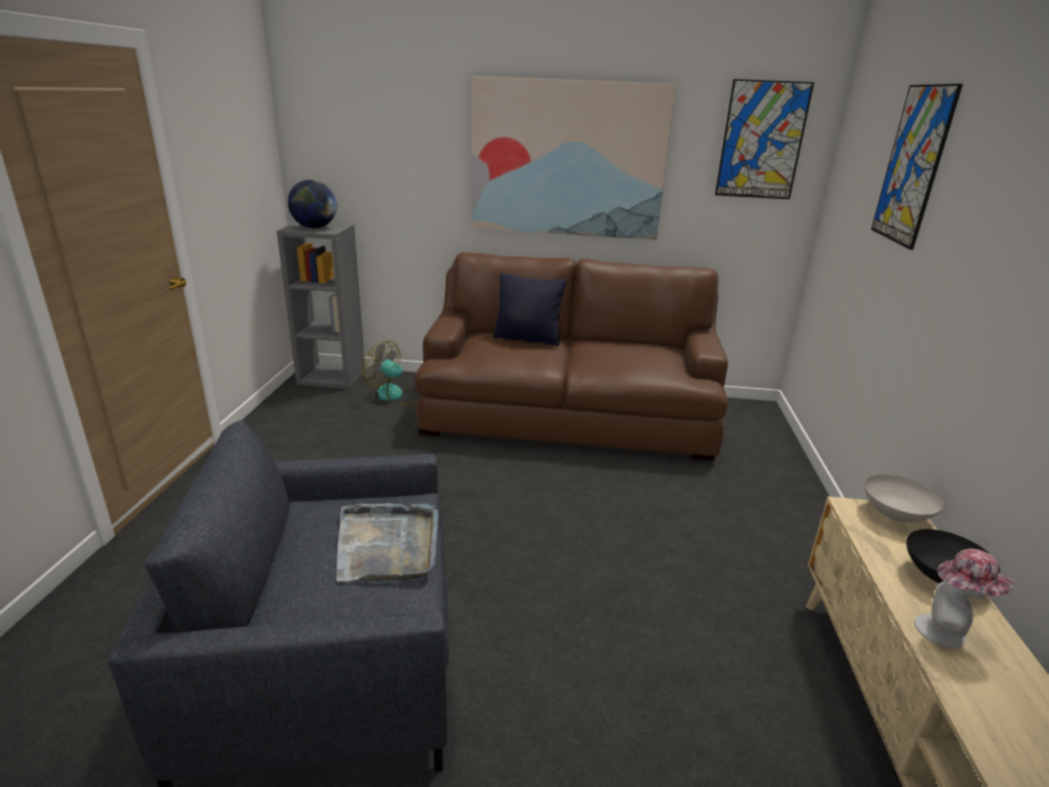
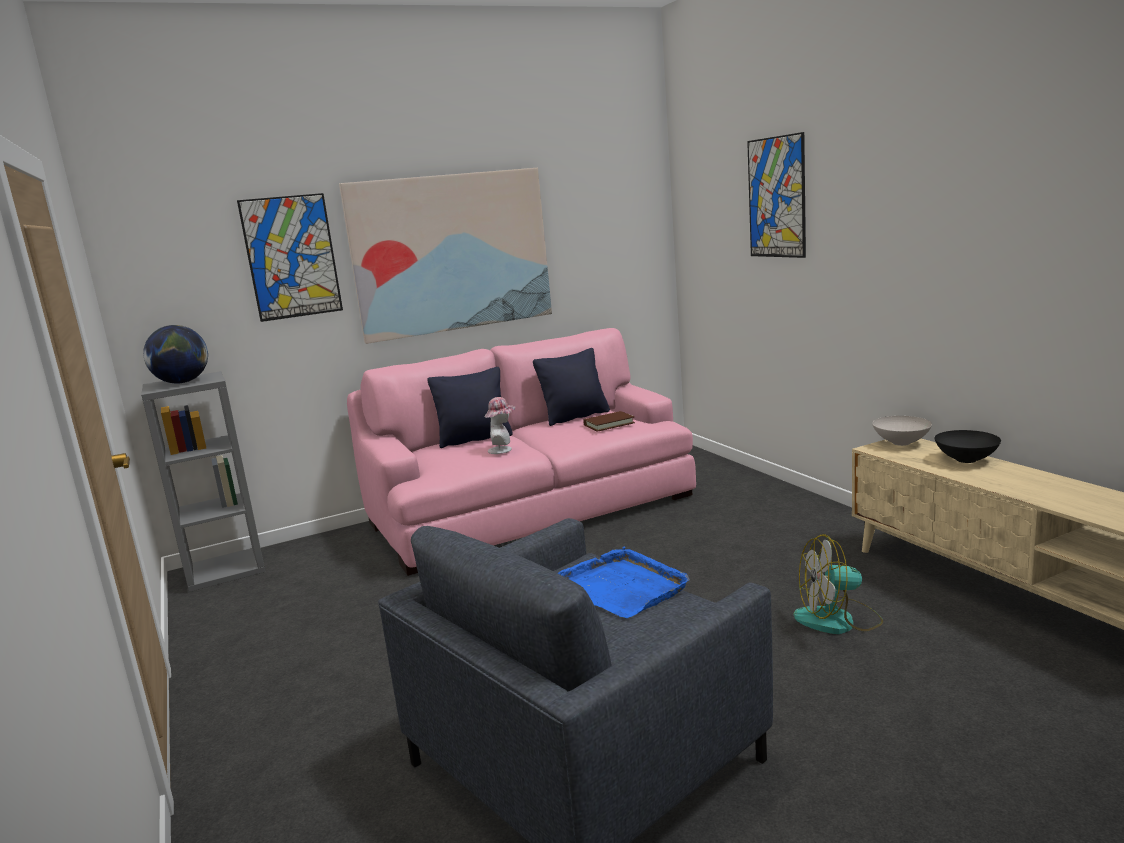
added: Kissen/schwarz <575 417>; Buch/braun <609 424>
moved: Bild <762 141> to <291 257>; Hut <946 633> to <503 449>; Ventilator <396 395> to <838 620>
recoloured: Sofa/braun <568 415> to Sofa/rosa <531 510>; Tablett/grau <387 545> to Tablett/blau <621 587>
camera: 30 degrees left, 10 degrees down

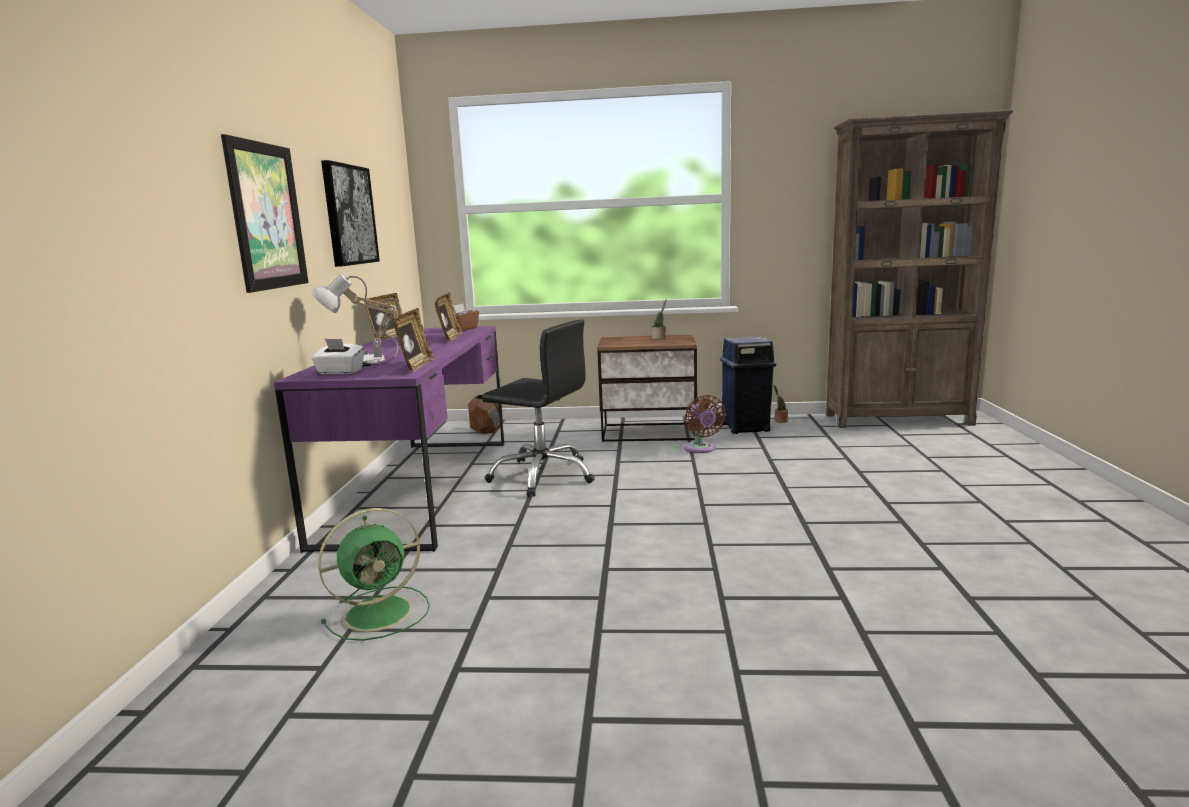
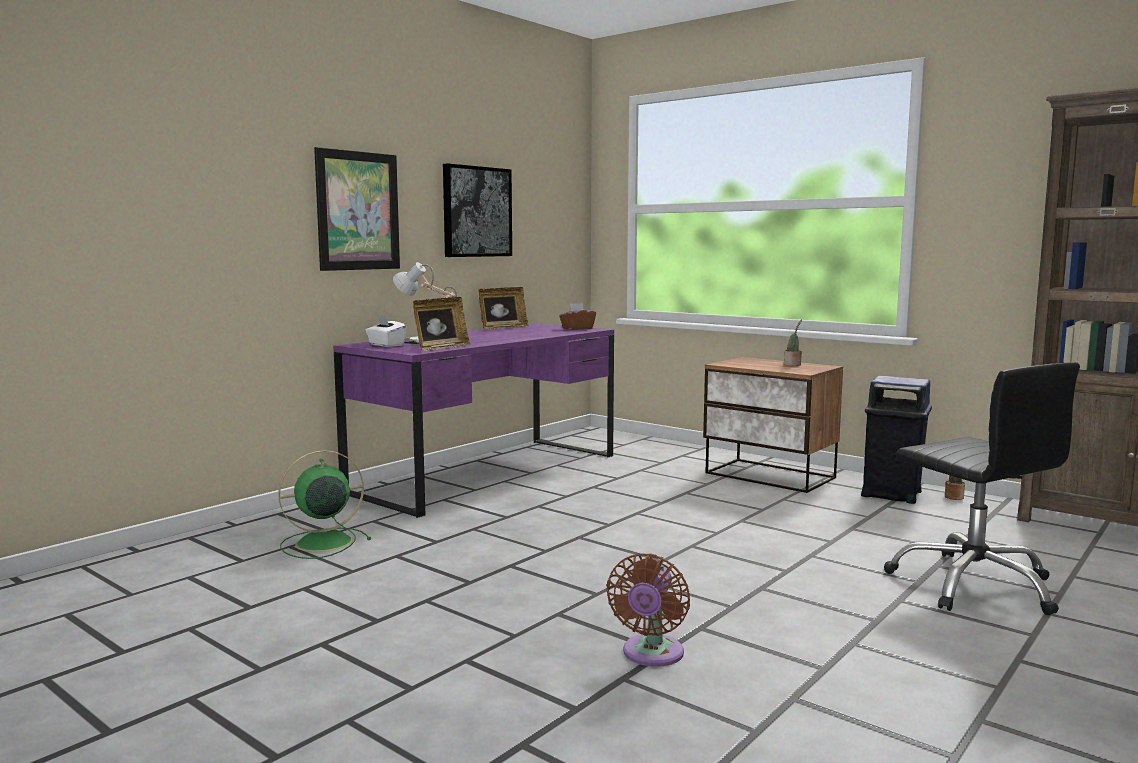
removed: Bilderrahmen <450 338>; Pflanzkübel/braun <487 431>
moved: Ventilator/braun <701 449> to <651 655>; Bürostuhl/schwarz <543 476> to <974 584>
turned: Ventilator/grün <381 612> = <321 543> 150 degrees clockwise
camera: 35 degrees right, 5 degrees down

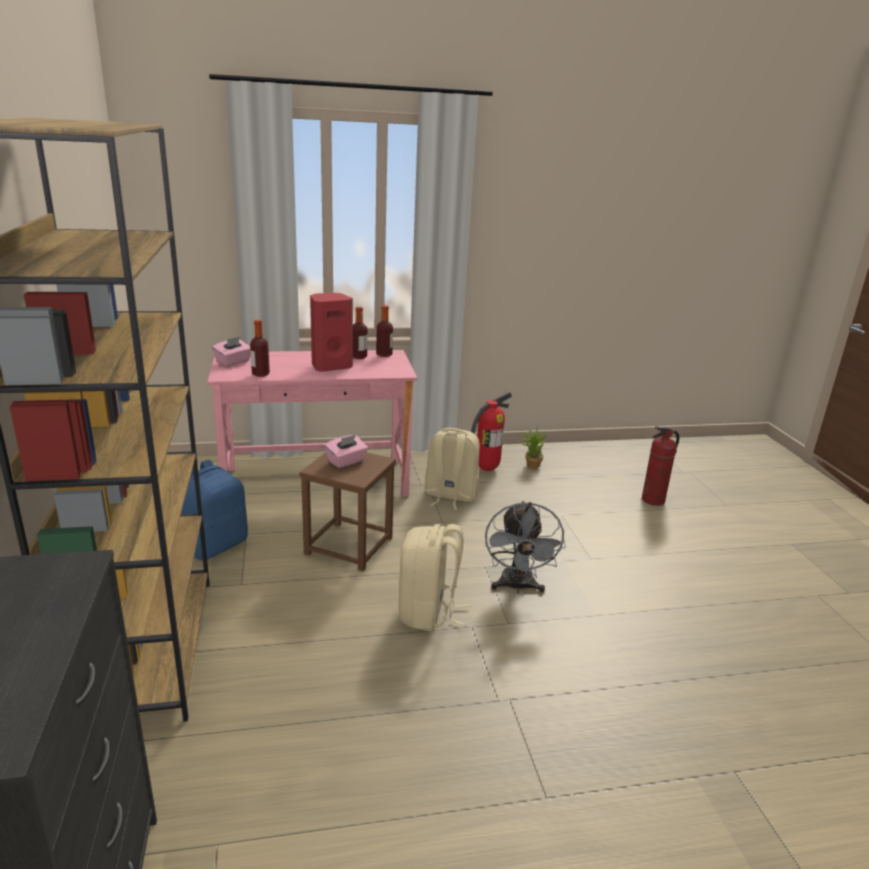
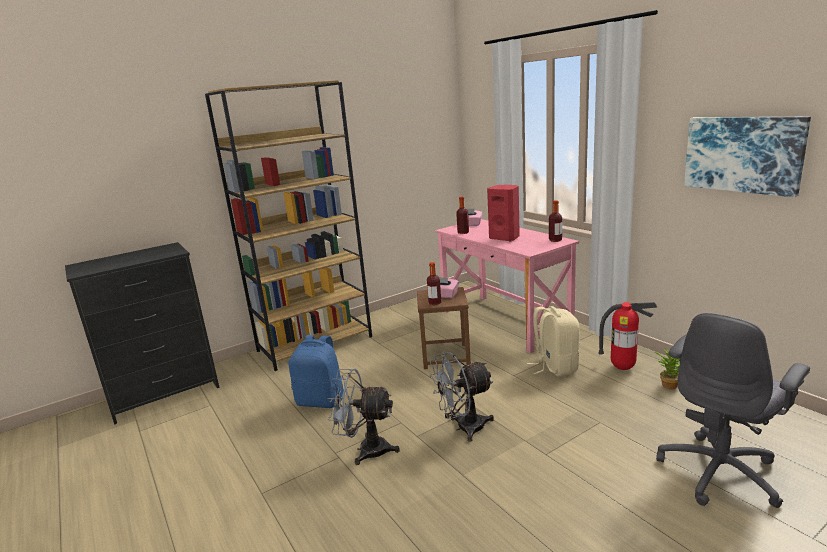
removed: Rucksack/beige <428 612>
added: Ventilator/grau <365 450>; Bild <743 154>
moved: Rucksack/blau <215 545> to <321 401>; Flasche <359 357> to <435 303>
replaced: Feuerlöscher <653 500> to Bürostuhl/grau <720 472>
camera: 70 degrees right, 5 degrees down

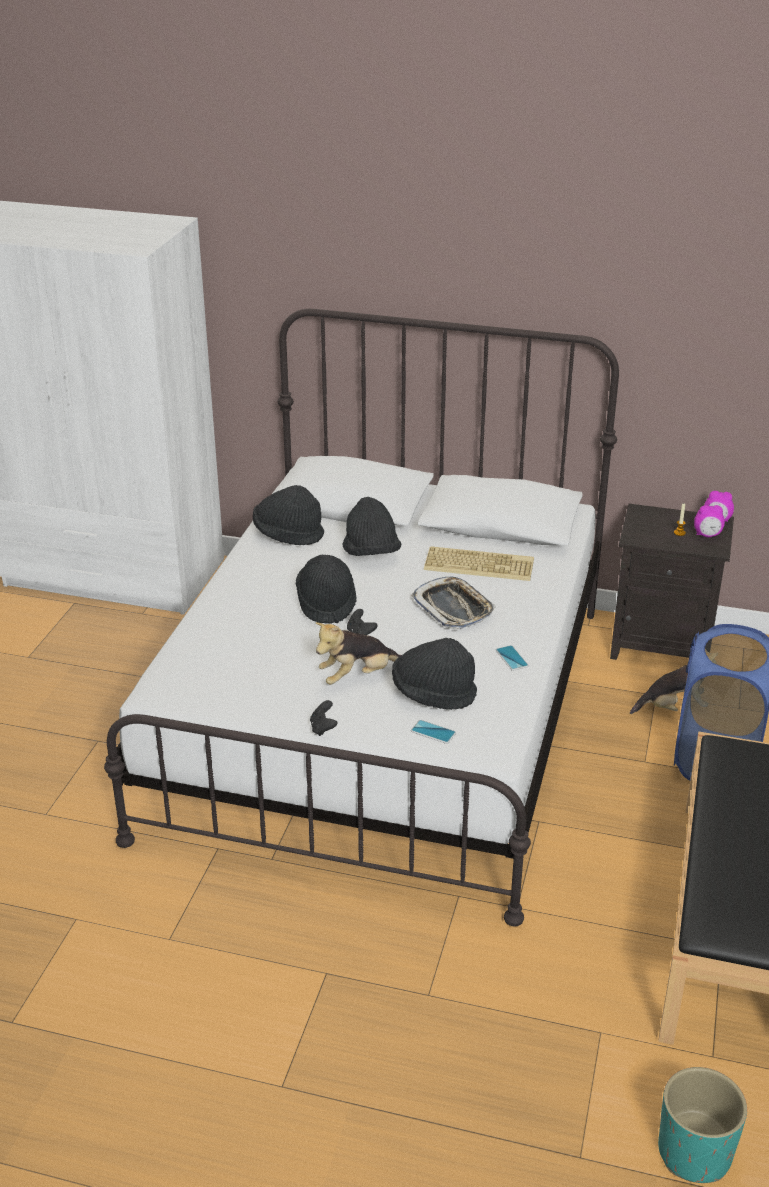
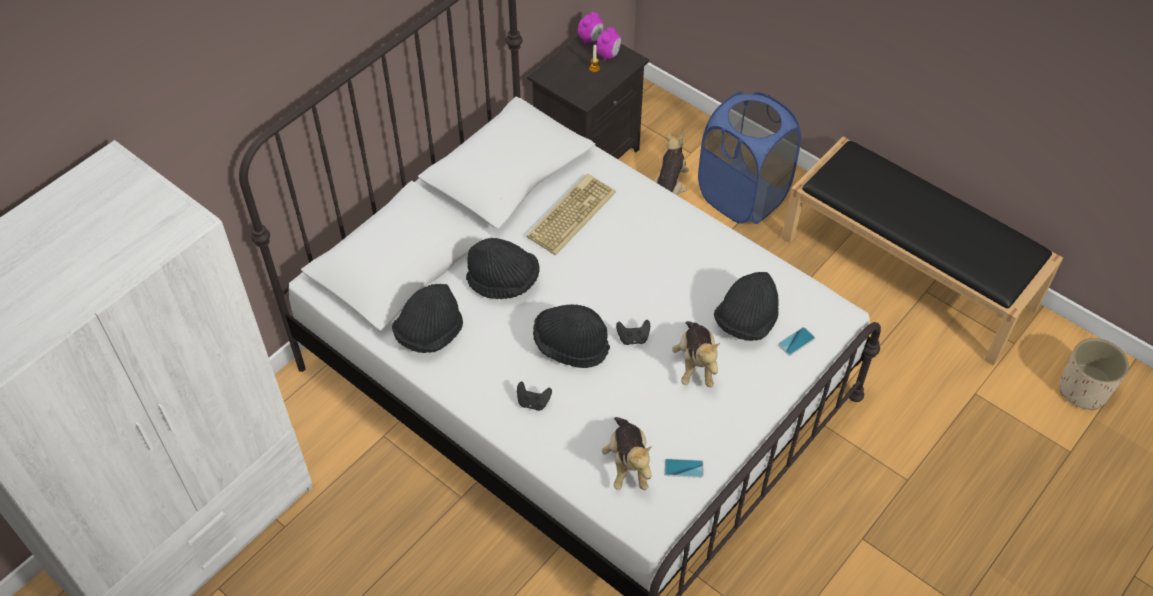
removed: Tablett <453 608>
added: Plüschtier <627 463>
moved: Gamepad/schwarz <323 728> to <533 402>; Handy <511 658> to <683 468>
recoloured: Pflanzkübel/türkis <695 1153> to Pflanzkübel/beige <1083 390>
camera: 65 degrees left, 20 degrees up

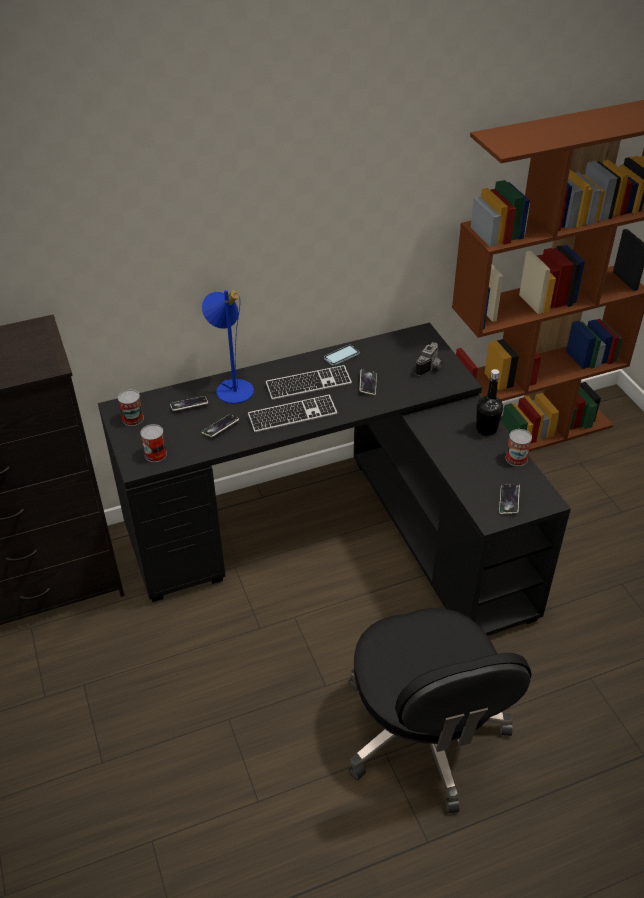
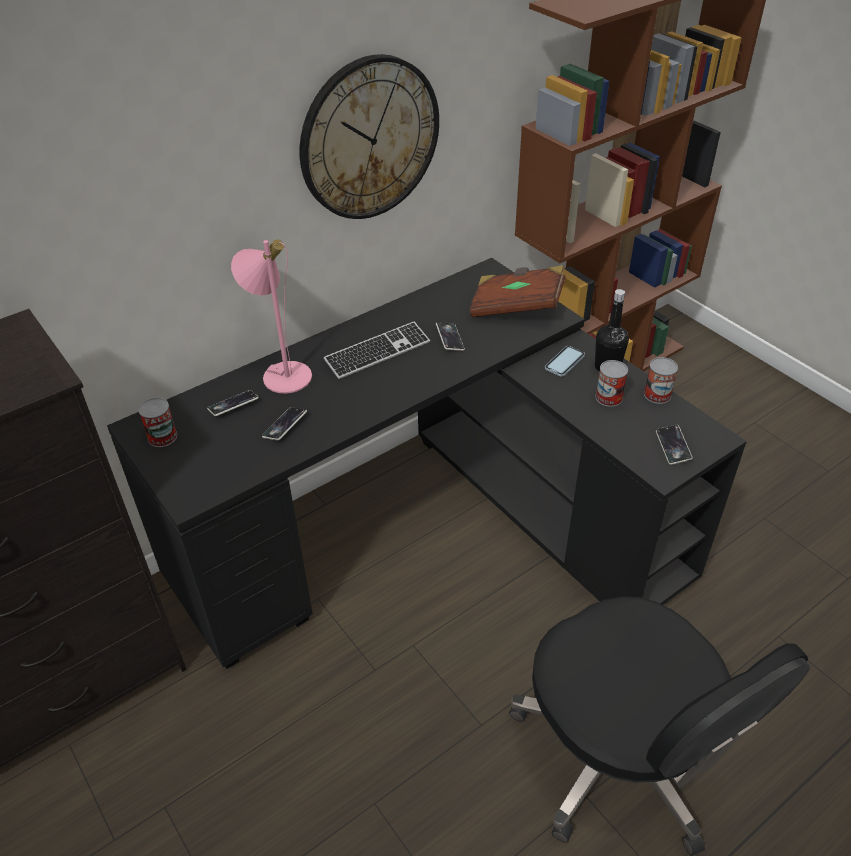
removed: Tastatur <292 415>
added: Wanduhr <369 139>
moved: Handy <341 356> to <564 362>; Dose <155 454> to <609 397>
replaced: Kamera <431 367> to Buch/braun <516 307>
recoloured: Tischlampe/blau <232 387> to Tischlampe/rosa <282 372>
camera: 15 degrees left, 0 degrees up

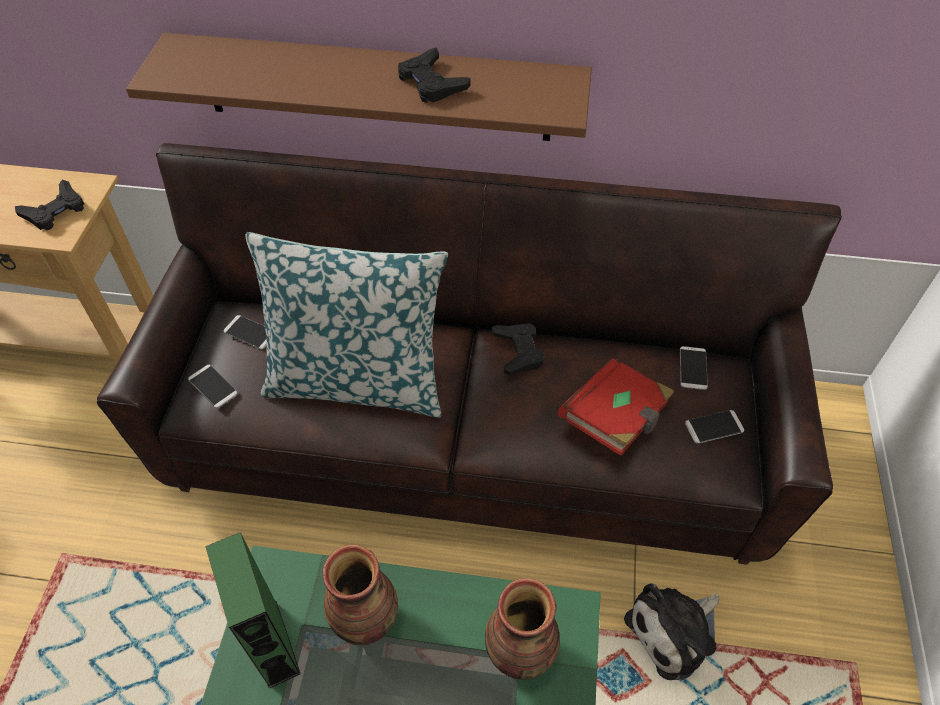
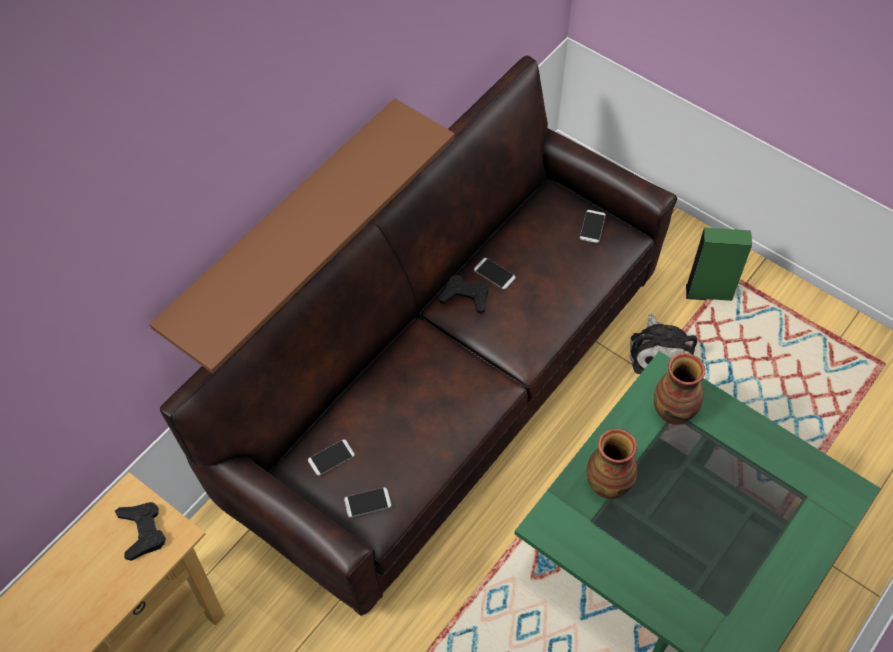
removed: Kissen <357 381>; Gamepad/schwarz <431 83>; Buch/rot <615 418>
moved: Handy <693 368> to <494 274>; Lautsprecher/grün <272 643> to <709 293>
camera: 60 degrees left, 5 degrees up

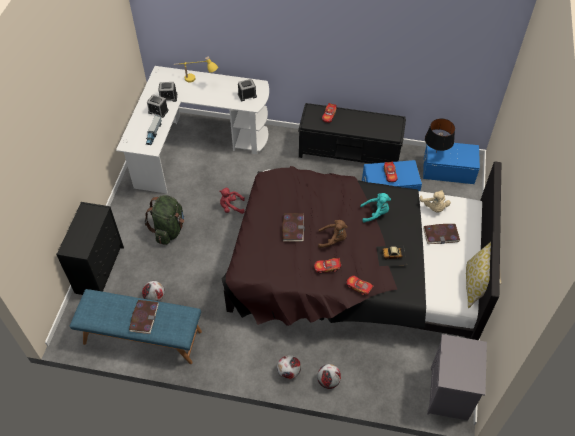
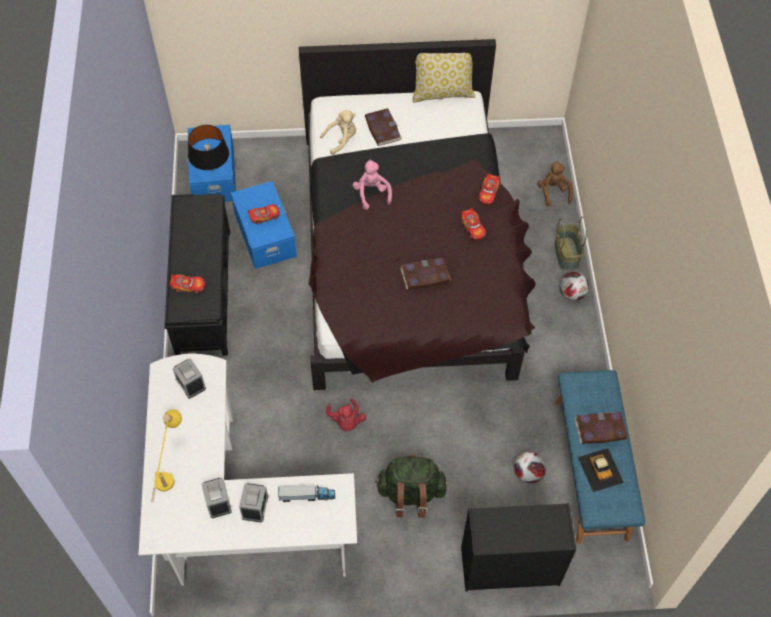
removed: Nachttisch/grau <449 395>
moved: Plüschtier/braun <333 239> to <553 192>; Spielzeugauto <391 255> to <600 469>
replaced: Fußball <328 381> to Korb <567 254>
recoloured: Plüschtier/türkis <375 213> to Plüschtier/rosa <371 193>
camera: 105 degrees left, 5 degrees up

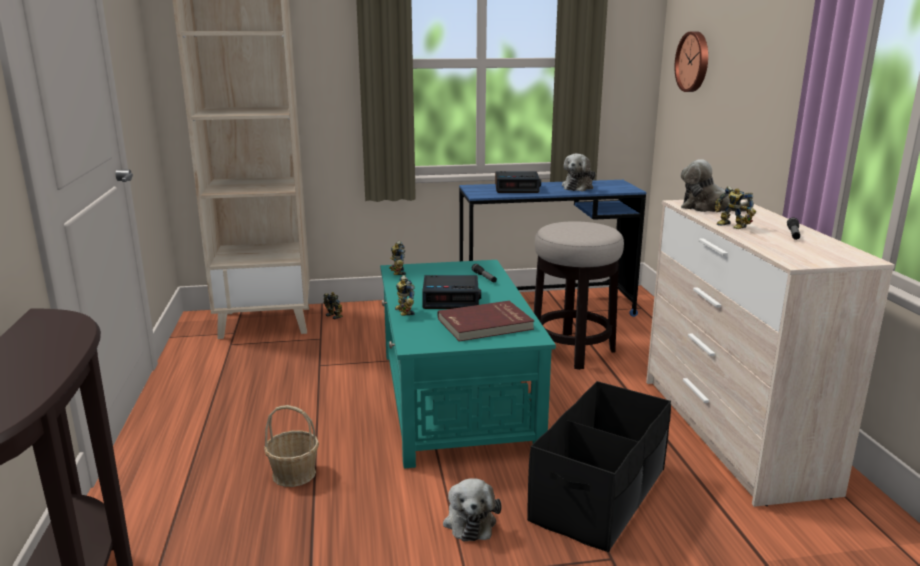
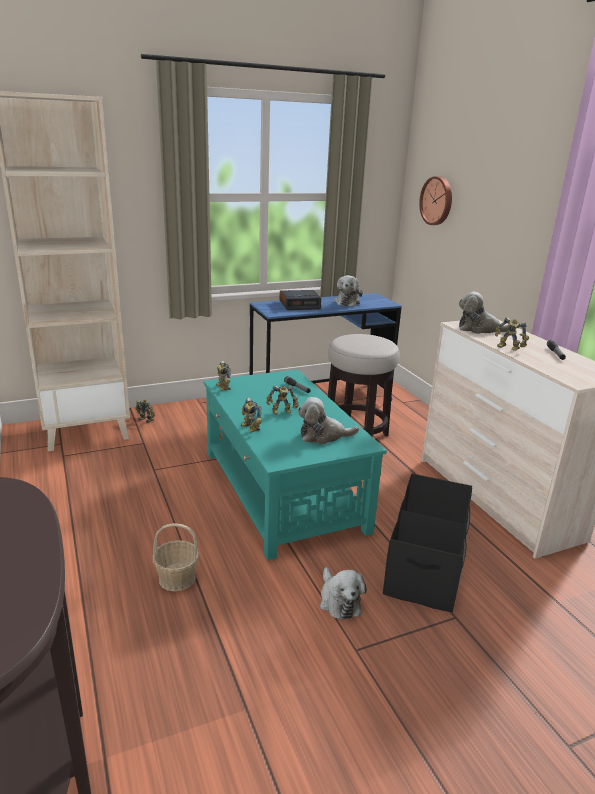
replaced: Wecker <451 299> to Spielzeugroboter <282 412>; Buch/rot <485 324> to Plüschtier <323 435>
camera: 15 degrees left, 5 degrees up

